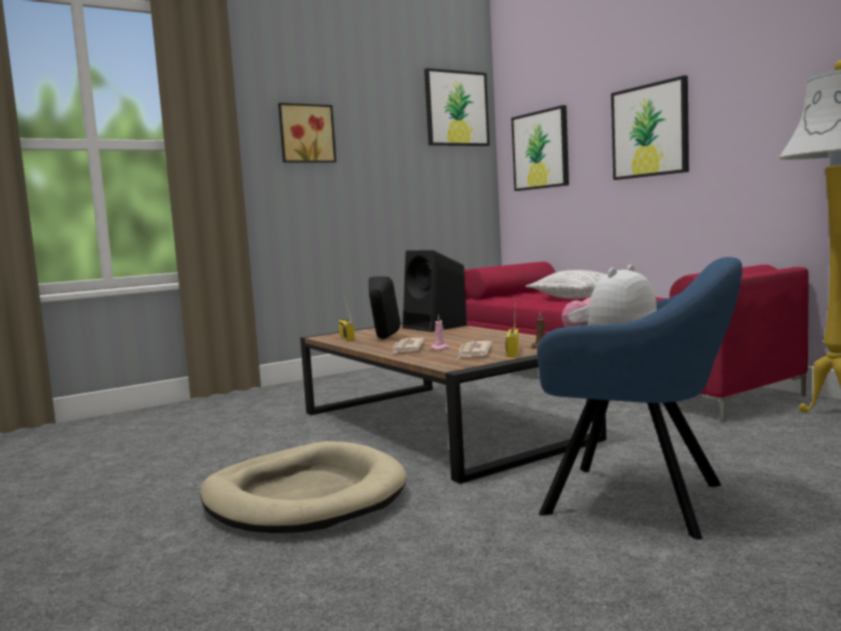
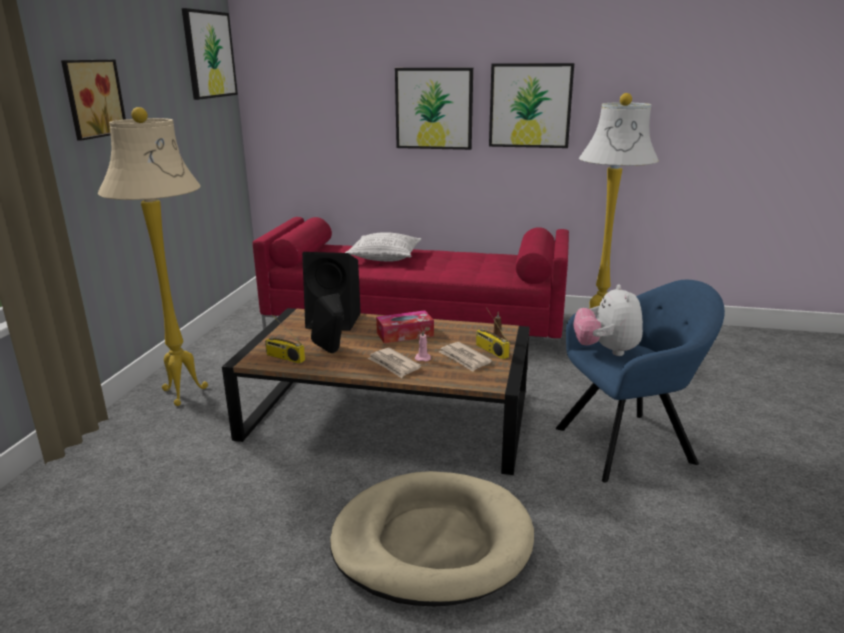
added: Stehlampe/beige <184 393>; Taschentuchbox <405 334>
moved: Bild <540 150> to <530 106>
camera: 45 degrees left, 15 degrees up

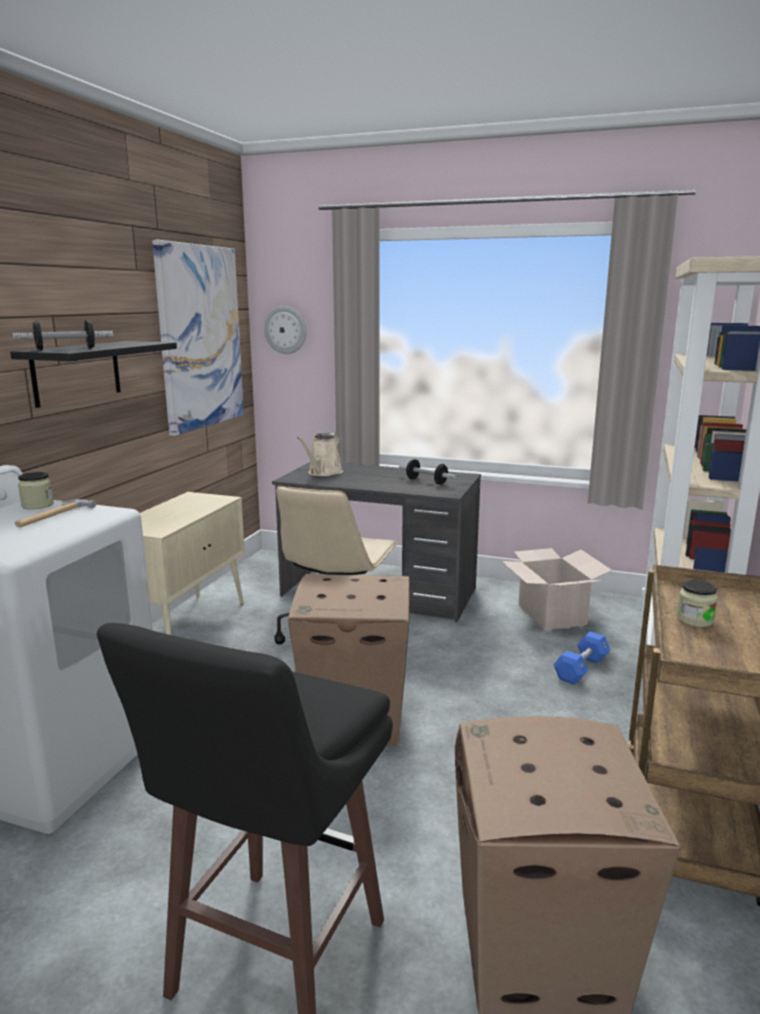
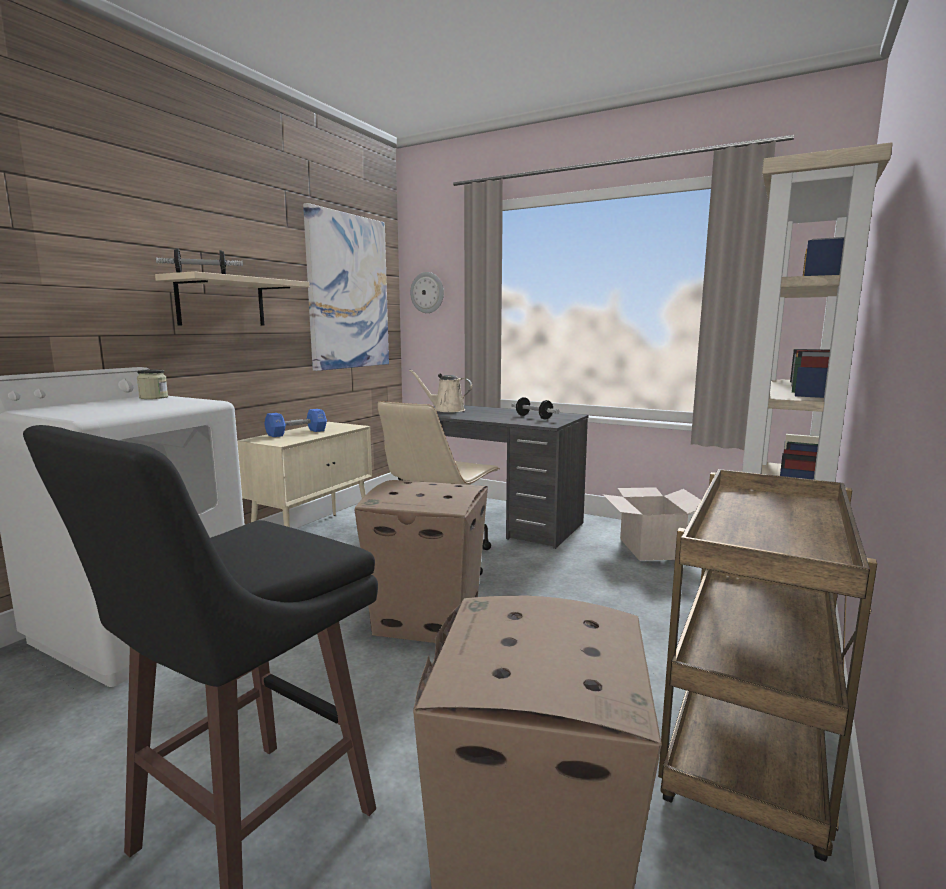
removed: Hammer <53 516>; Vorratsglas <694 620>
moved: Hantel/blau <581 669> to <296 433>
recoloured: Wandregal/schwarz <77 372> to Wandregal/beige <221 302>
turned: Gießkanne/beige <323 473> = <446 410> 75 degrees clockwise
camera: 10 degrees right, 5 degrees down

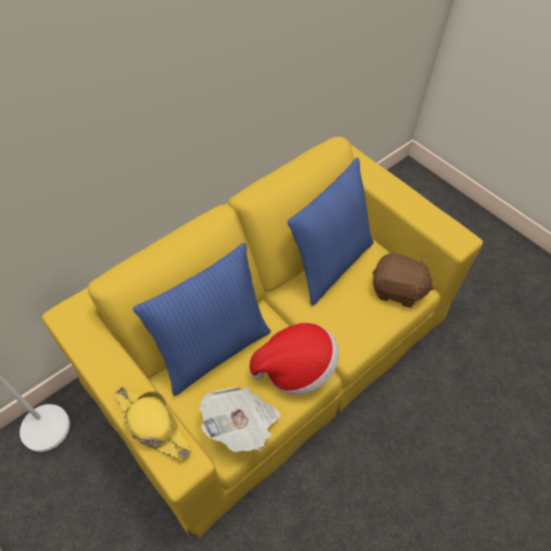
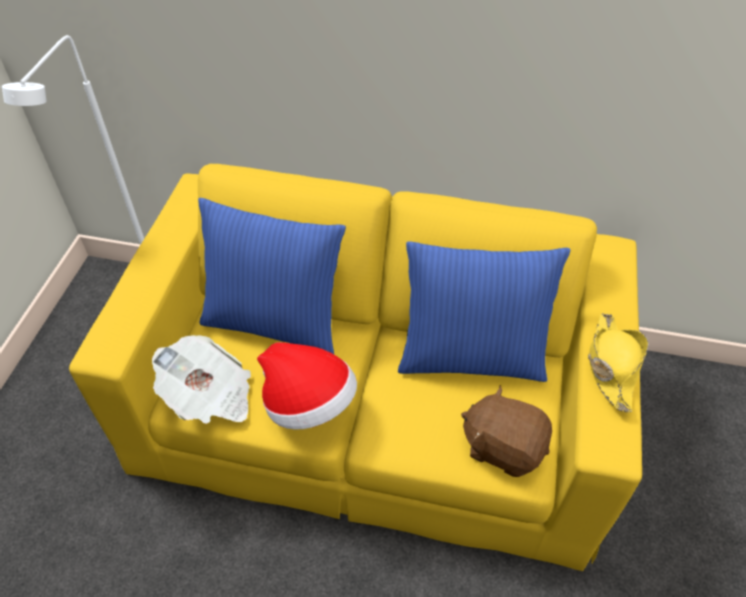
moved: Hut/gelb <152 424> to <611 365>
turned: Plüschtier/braun <397 290> = <503 446> 135 degrees clockwise
camera: 55 degrees right, 5 degrees down

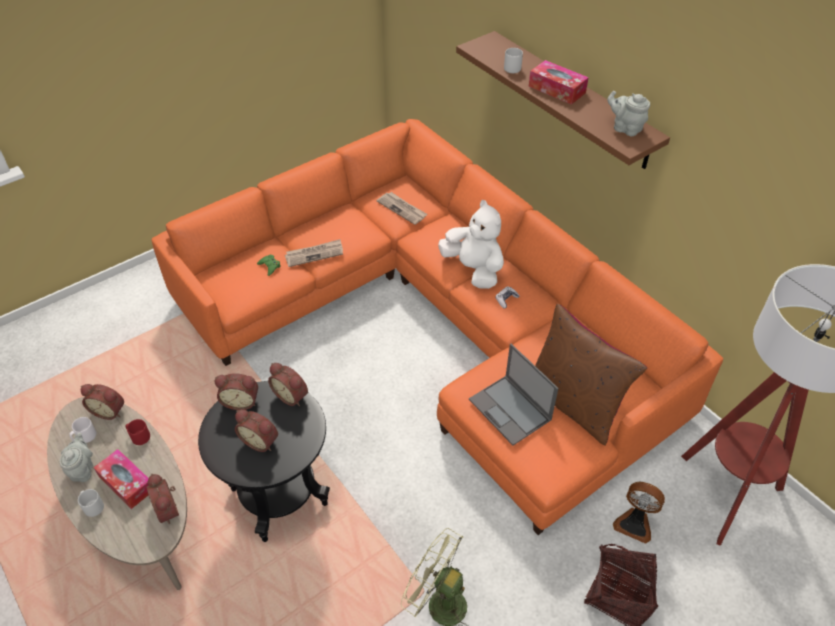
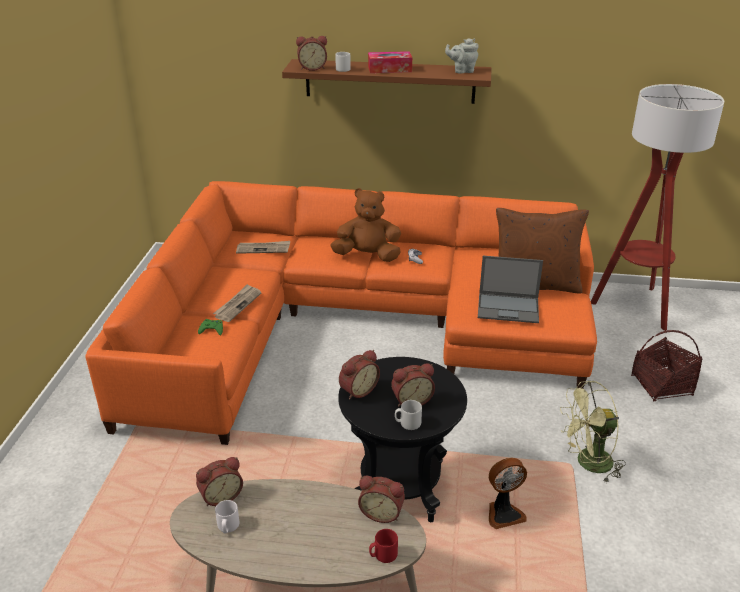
removed: Teekanne/grau <82 469>; Taschentuchbox <127 483>
moved: Wecker <292 395> to <312 68>; Henkelbecher/rot <139 437> to <383 555>; Henkelbecher/grau <92 506> to <407 423>; Ventilator <634 523> to <503 514>
recoloured: Plüschtier/weiß <473 269> to Plüschtier/braun <367 256>
camera: 45 degrees left, 15 degrees down

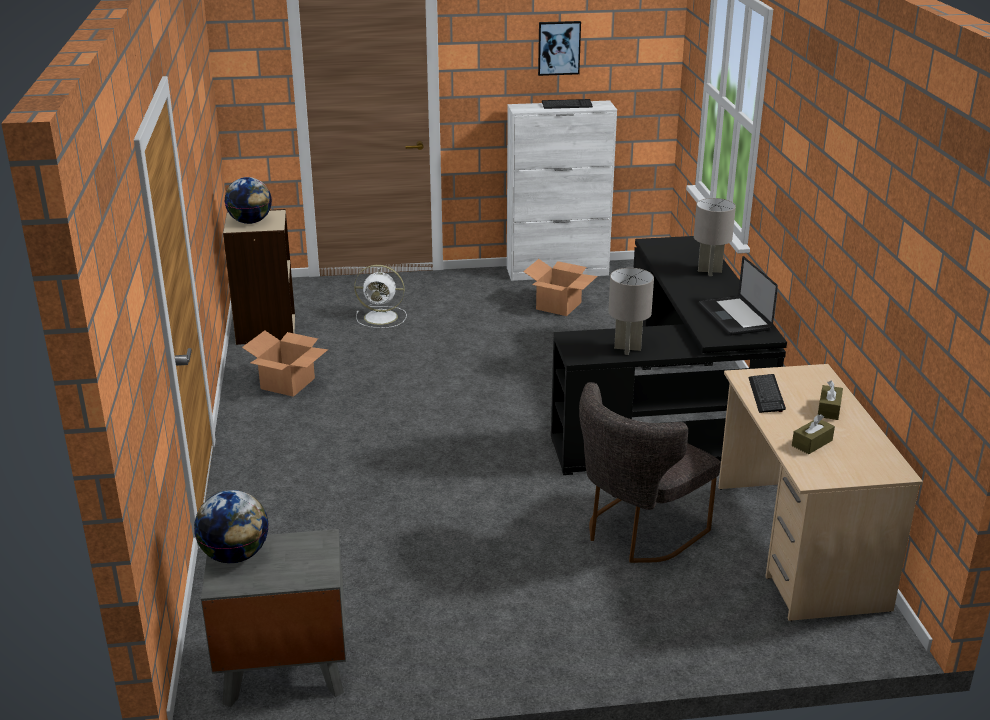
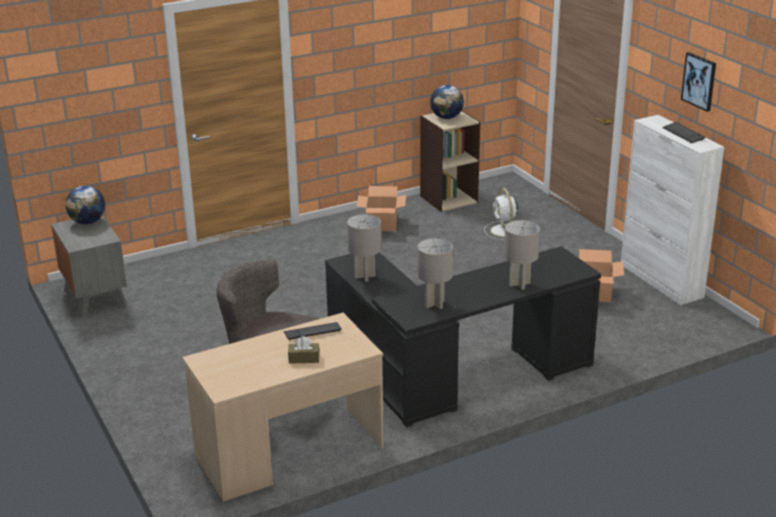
removed: Taschentuchbox/braun <812 443>
replaced: Laptop <734 317> to Tischlampe/grau <434 304>
camera: 70 degrees right, 0 degrees up

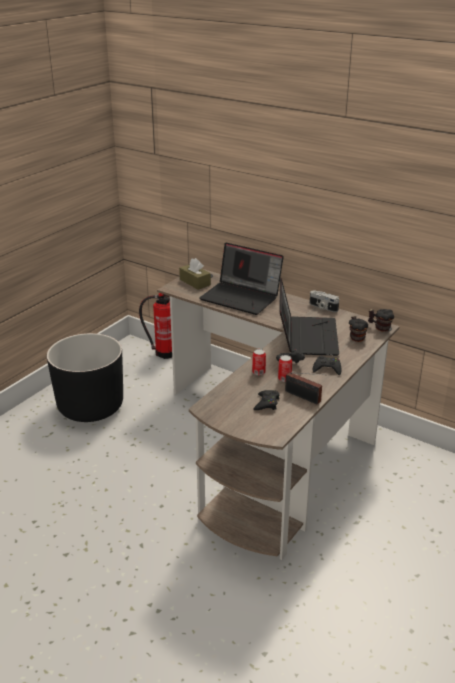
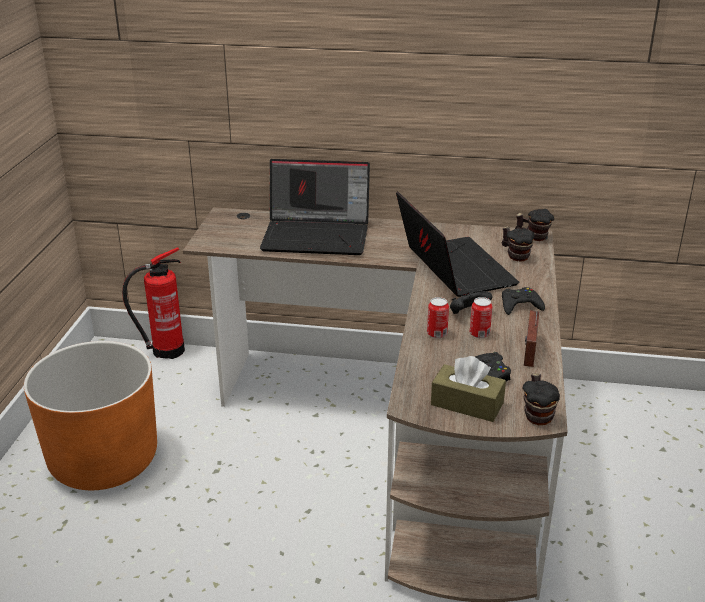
removed: Kamera <322 307>
added: Henkelbecher <537 414>
moved: Taschentuchbox/braun <195 282> to <467 404>
recoloured: Pflanzkübel/schwarz <90 406> to Pflanzkübel/orange <104 460>
turned: Radio <304 397> = <529 352> 90 degrees clockwise
camera: 25 degrees left, 0 degrees up

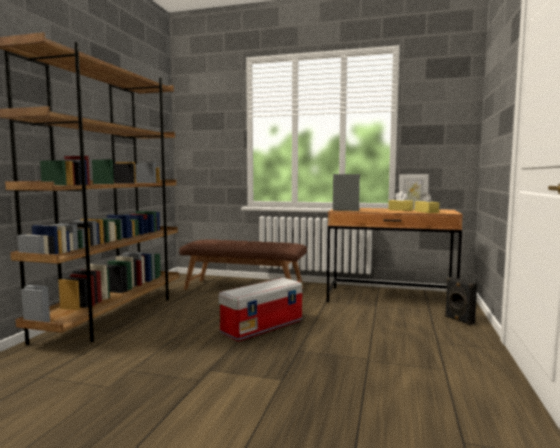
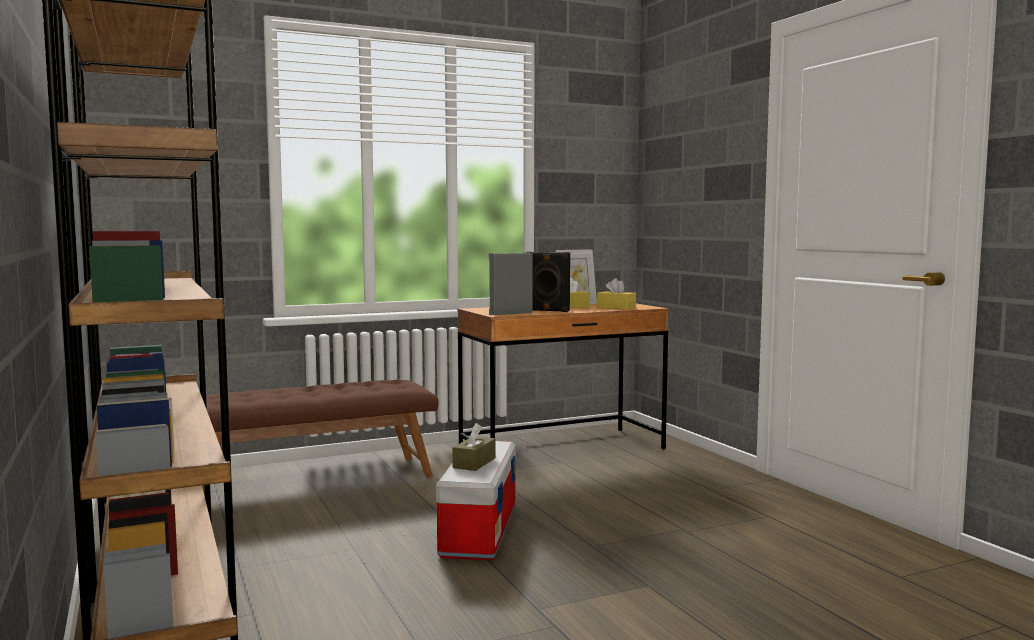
added: Taschentuchbox/braun <474 463>
moved: Lautsprecher/schwarz <458 320> to <547 311>
camera: 40 degrees left, 0 degrees up

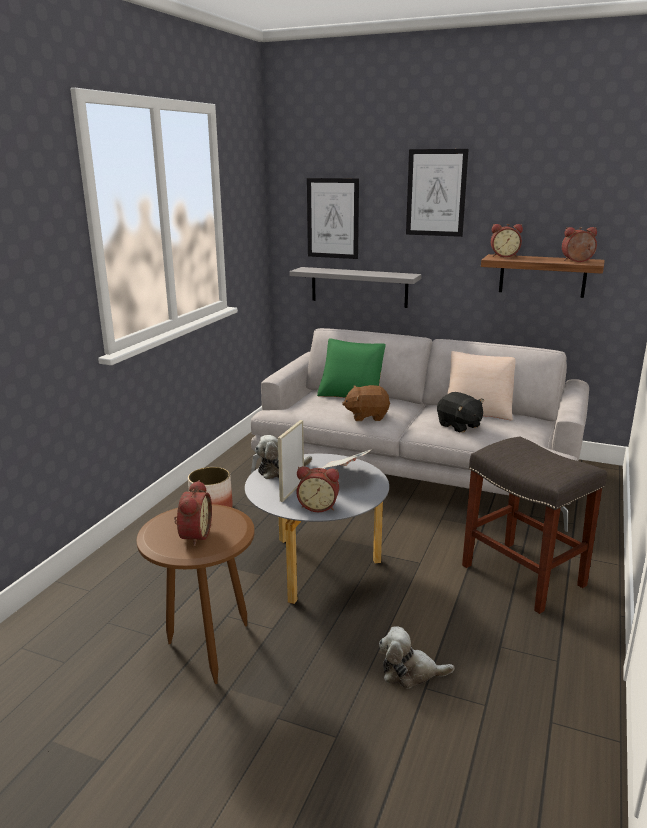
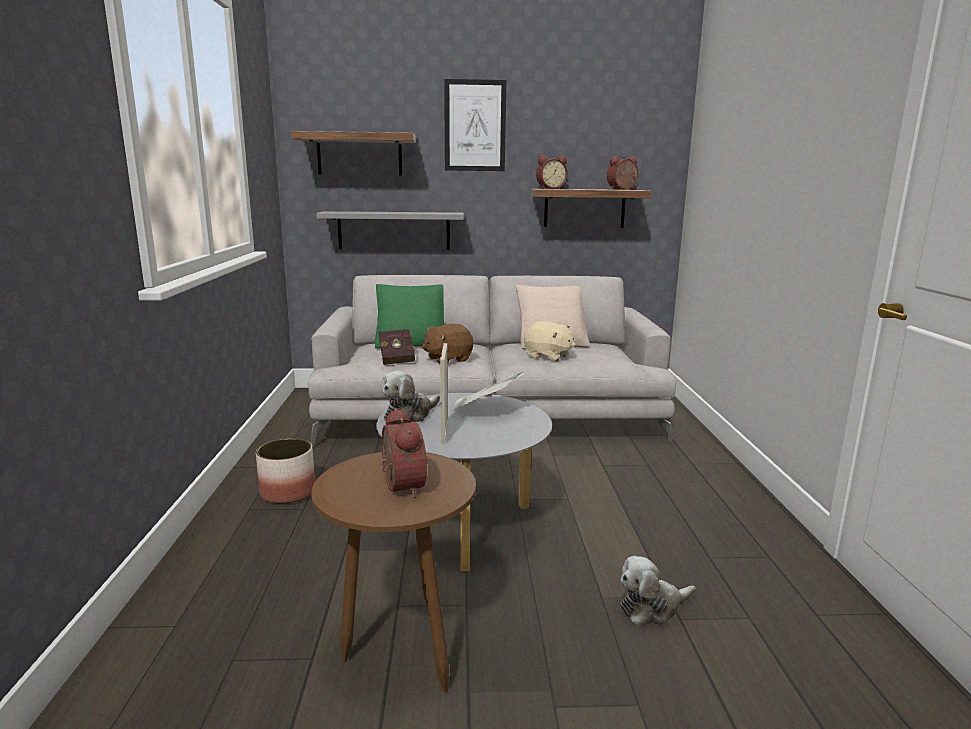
removed: Wecker <318 506>; Hocker/grau <521 575>
added: Buch/rot <397 358>
replaced: Bild <332 218> to Wandregal <359 154>
recoloured: Plüschtier/schwarz <459 426> to Plüschtier/beige <547 356>
camera: 25 degrees left, 5 degrees down

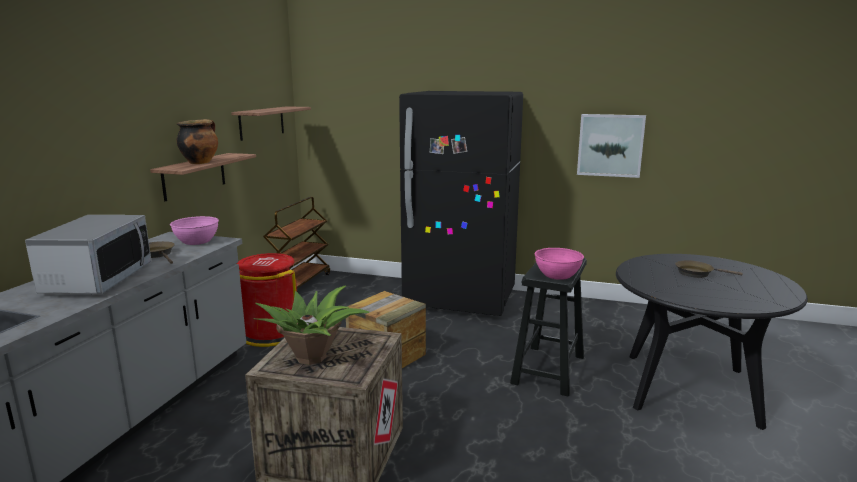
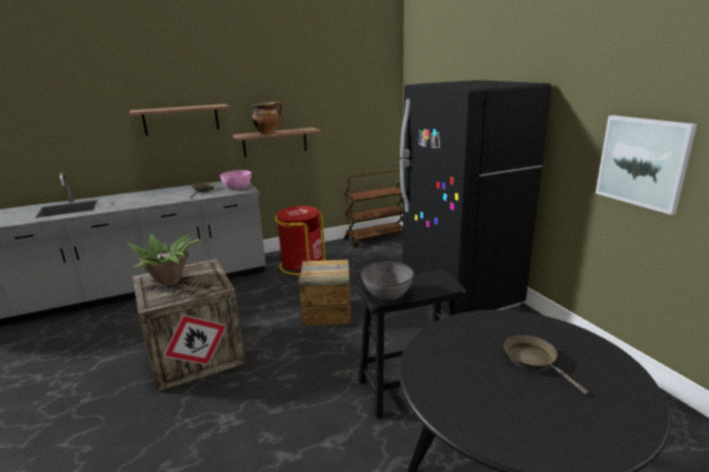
removed: Mikrowelle <98 279>
moved: Wandregal <262 122> to <181 119>
recoloured: Schüssel/rosa <557 275> to Schüssel/grau <387 293>
camera: 50 degrees right, 5 degrees up

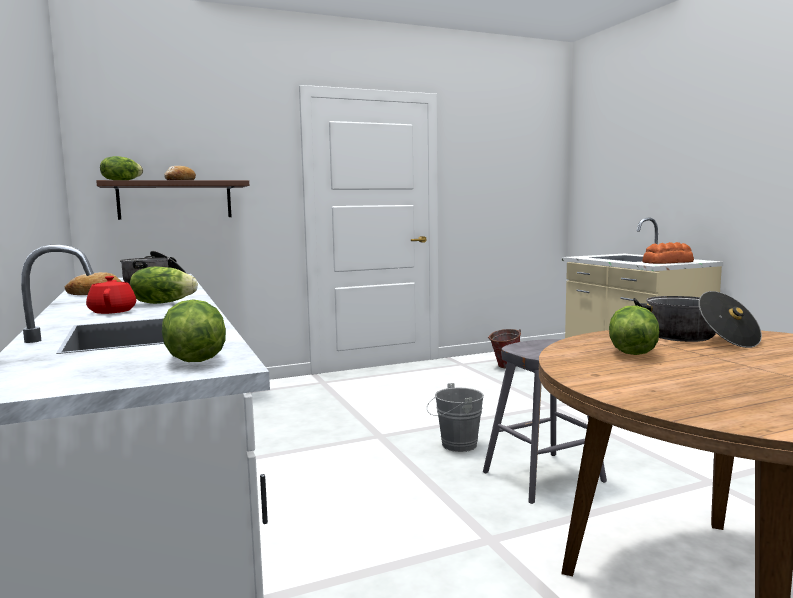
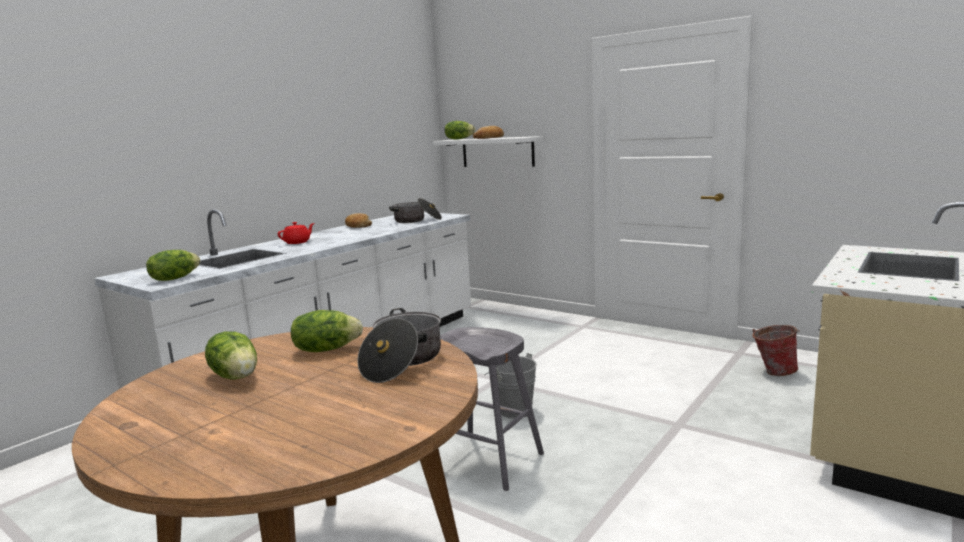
removed: Brot <668 262>
moved: Salatkopf <163 303> to <236 376>
recoloured: Wandregal/braun <175 200> to Wandregal/weiß <497 152>
camera: 60 degrees right, 5 degrees up

